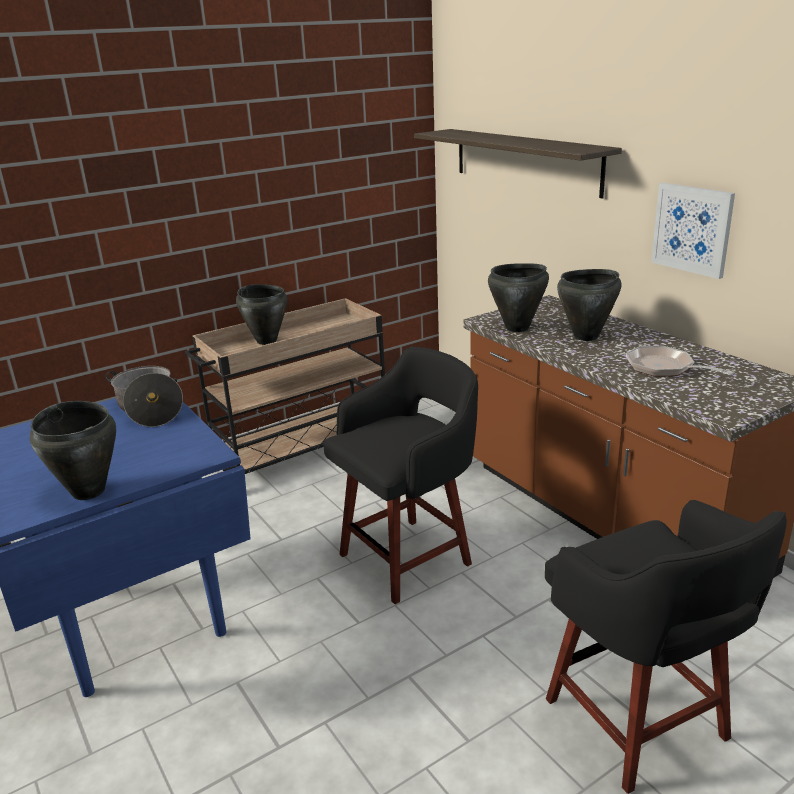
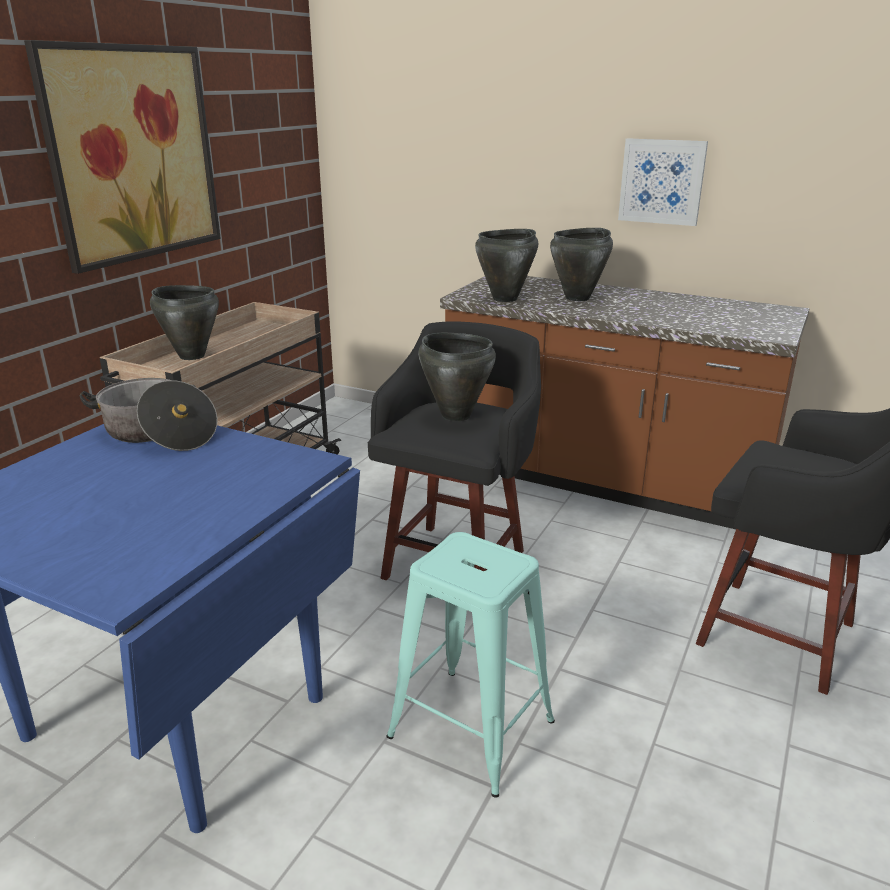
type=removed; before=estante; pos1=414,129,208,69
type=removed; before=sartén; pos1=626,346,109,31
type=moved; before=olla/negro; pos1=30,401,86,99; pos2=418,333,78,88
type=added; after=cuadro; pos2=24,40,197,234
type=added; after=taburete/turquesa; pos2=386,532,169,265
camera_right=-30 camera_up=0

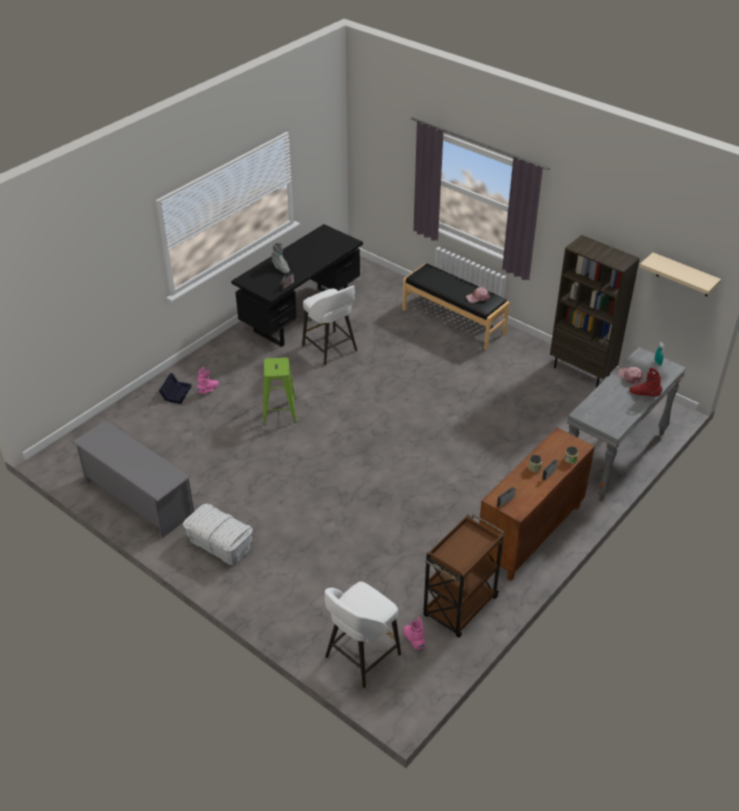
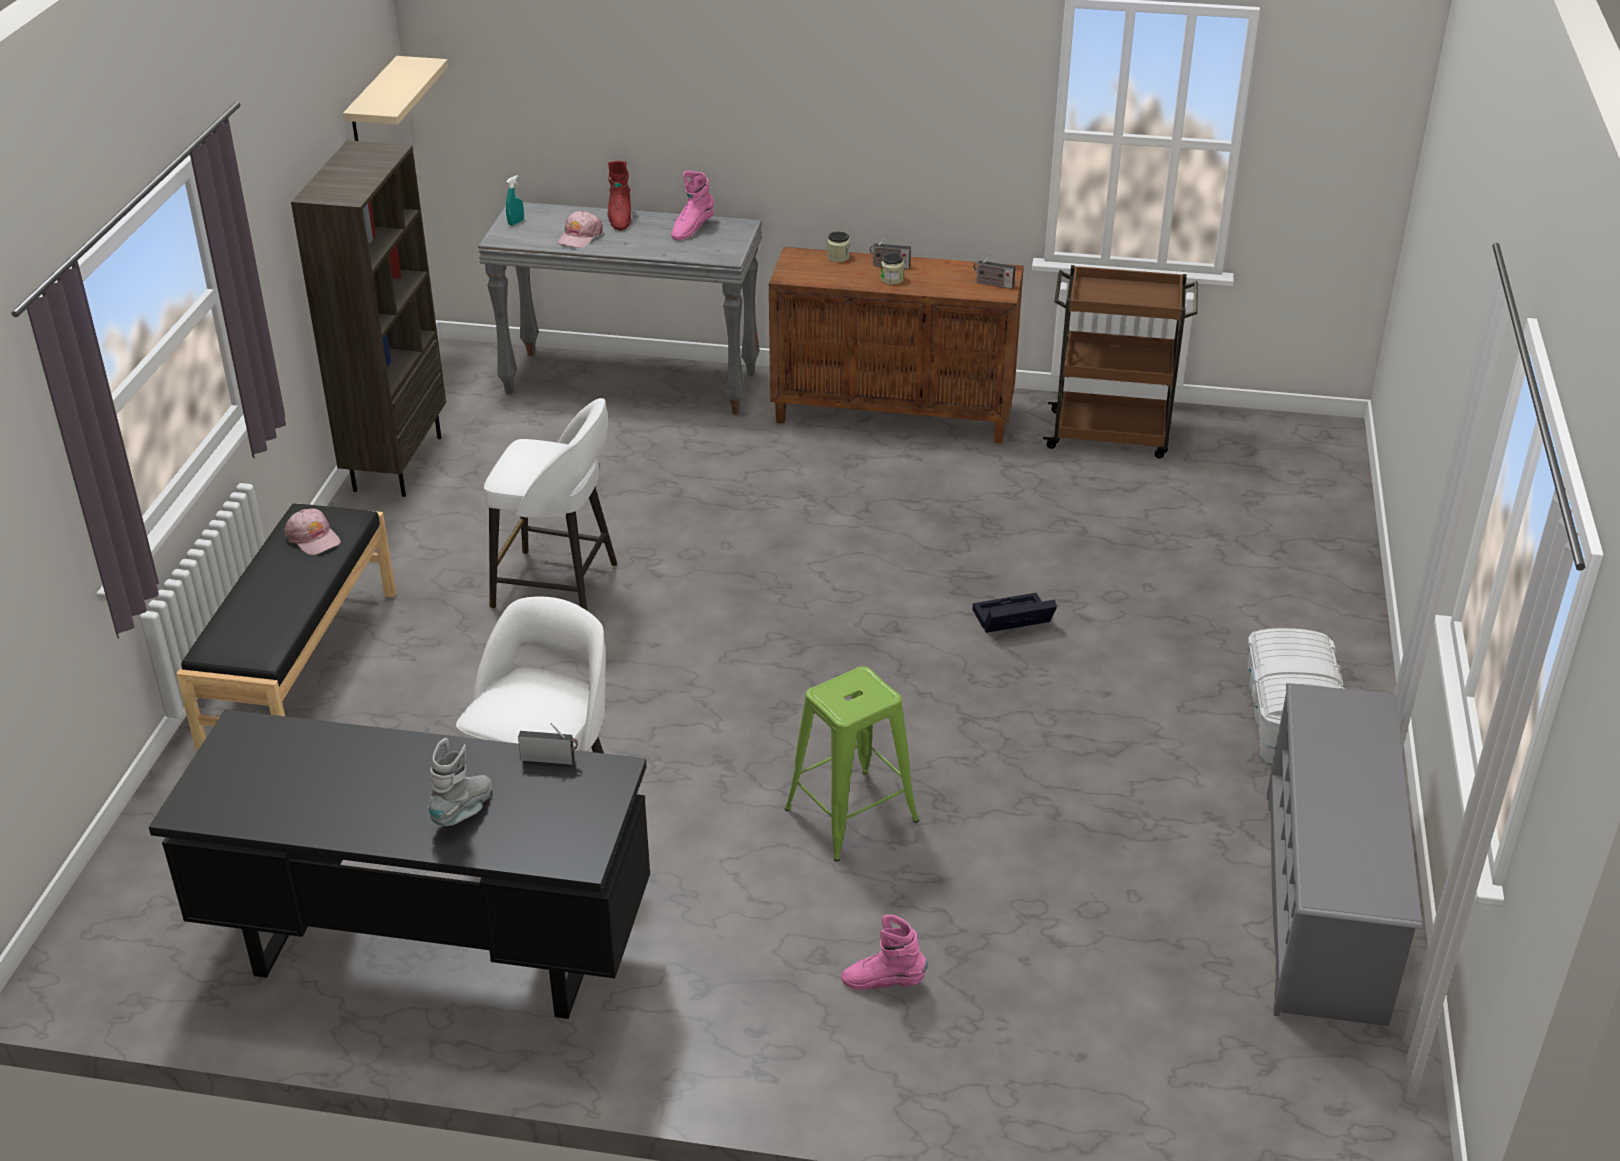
type=moved; before=caja de almacenaje/negro; pos1=159,373,33,31; pos2=972,593,85,40
type=moved; before=taburete/blanco; pos1=325,581,76,107; pos2=484,398,133,212
type=moved; before=bota/rosa; pos1=404,617,21,33; pos2=671,171,43,69
camera_right=-120 camera_up=-5

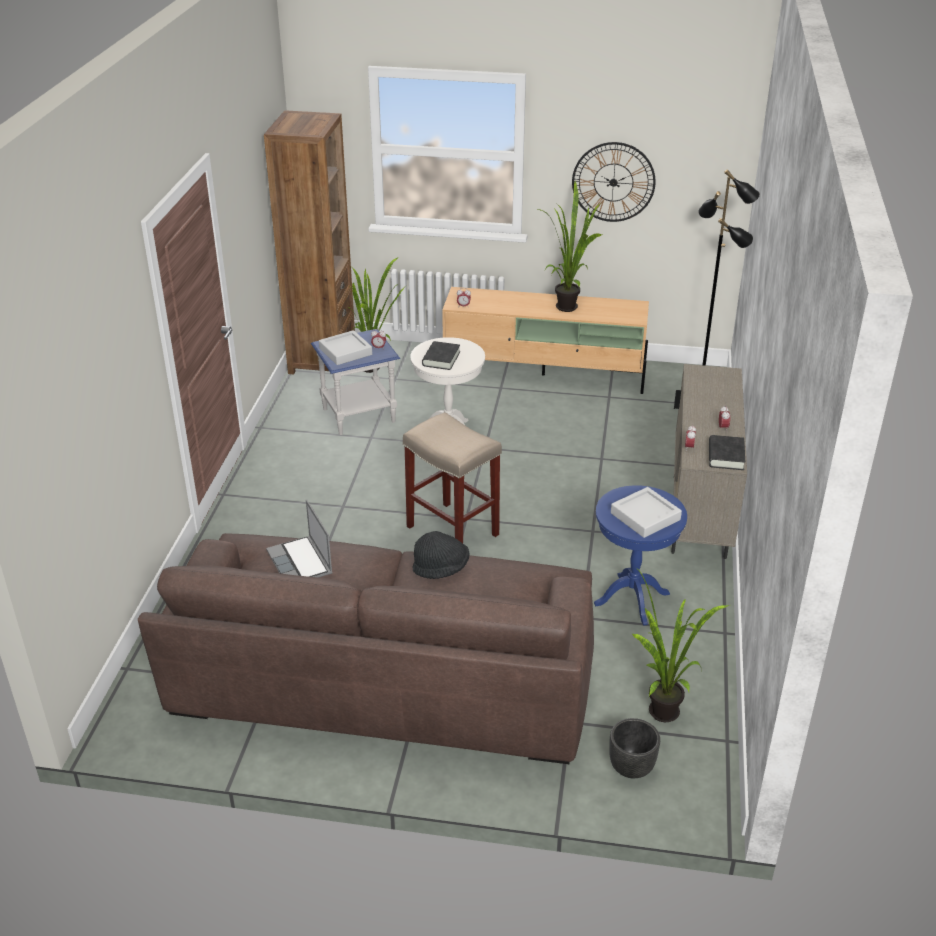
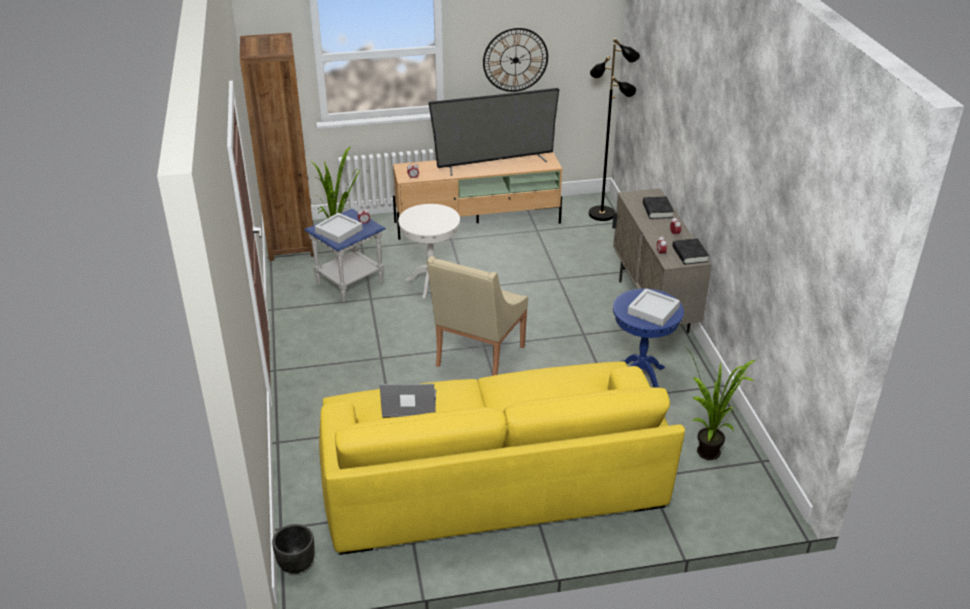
type=replaced; before=planta en maceta; after=televisor; pos1=538,182,64,130; pos2=428,88,131,88
type=moved; before=libro/negro; pos1=422,341,38,29; pos2=643,196,31,23
type=replaced; before=taburete/beis; after=sillón/beis; pos1=403,412,99,131; pos2=427,256,101,120
type=turned; before=portátil; pos1=266,499,67,78; pos2=380,384,56,33; turn=135
type=removed; before=sombrero/negro; pos1=412,531,58,48
type=recoloured; before=sofá/marrón; after=sofá/amarillo; pos1=138,533,456,231; pos2=319,361,366,194
type=moved; before=maceta/negro; pos1=609,718,51,60; pos2=272,524,43,49
camera_right=-20 camera_up=0

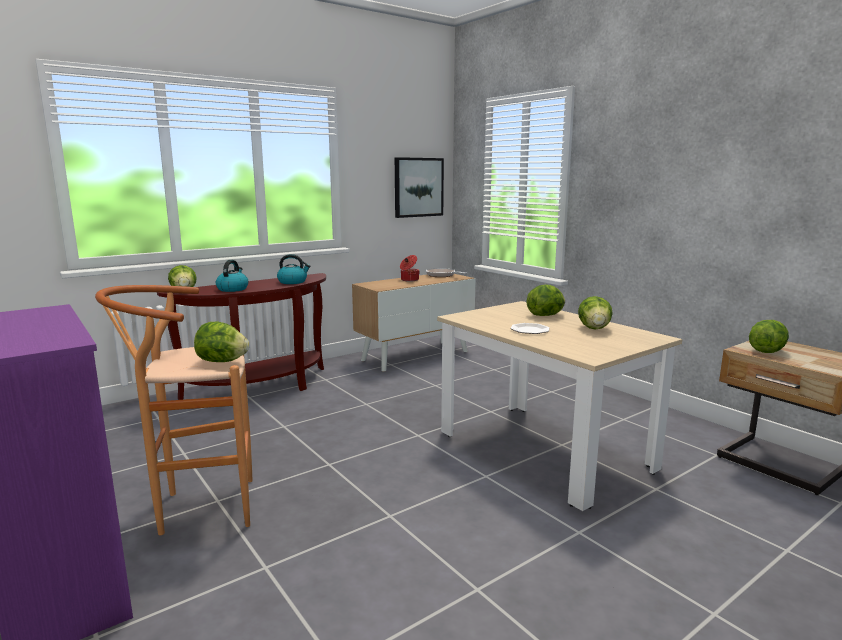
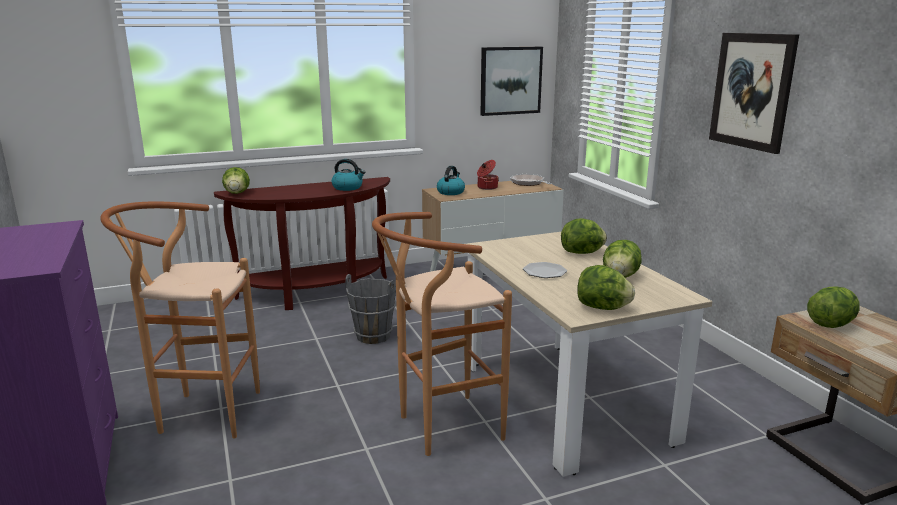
type=moved; before=hervidor; pos1=216,260,32,32; pos2=437,166,28,29
type=moved; before=lechuga; pos1=194,322,55,40; pos2=577,265,58,45
type=added; after=cuadro; pos2=709,33,90,121
type=added; after=taburete/marrón; pos2=372,212,140,244
type=added; after=cubo/gris; pos2=345,274,51,70
camera_right=15 camera_up=5

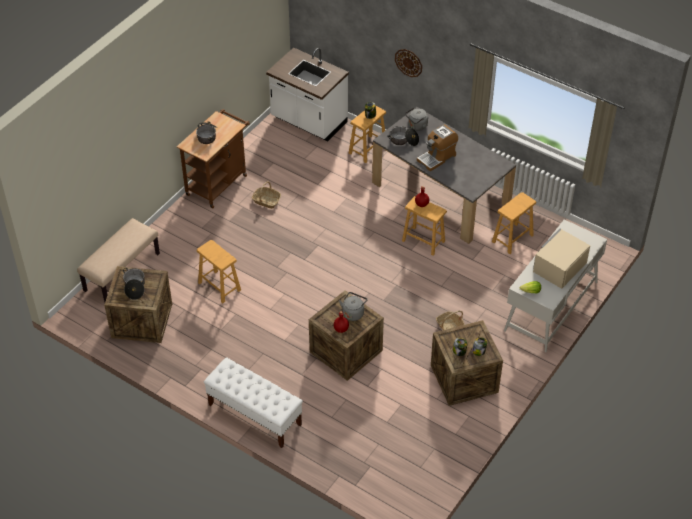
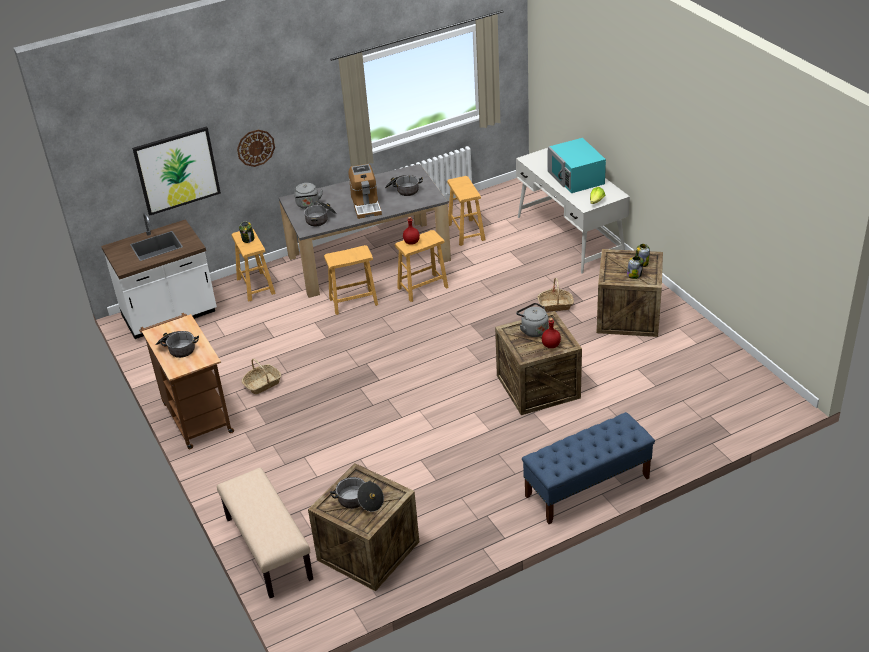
type=recoloured; before=microondas/beis; after=microondas/turquesa; pos1=533,229,57,60; pos2=548,138,58,55
type=moved; before=taburete/marrón; pos1=196,240,45,63; pos2=324,245,54,70
type=recoloured; before=banco/blanco; after=banco/azul; pos1=204,357,99,91; pos2=522,412,133,112
type=added; after=cuadro; pos2=132,126,89,90
type=added; after=olla; pos2=385,175,38,21
camera_right=-60 camera_up=-10

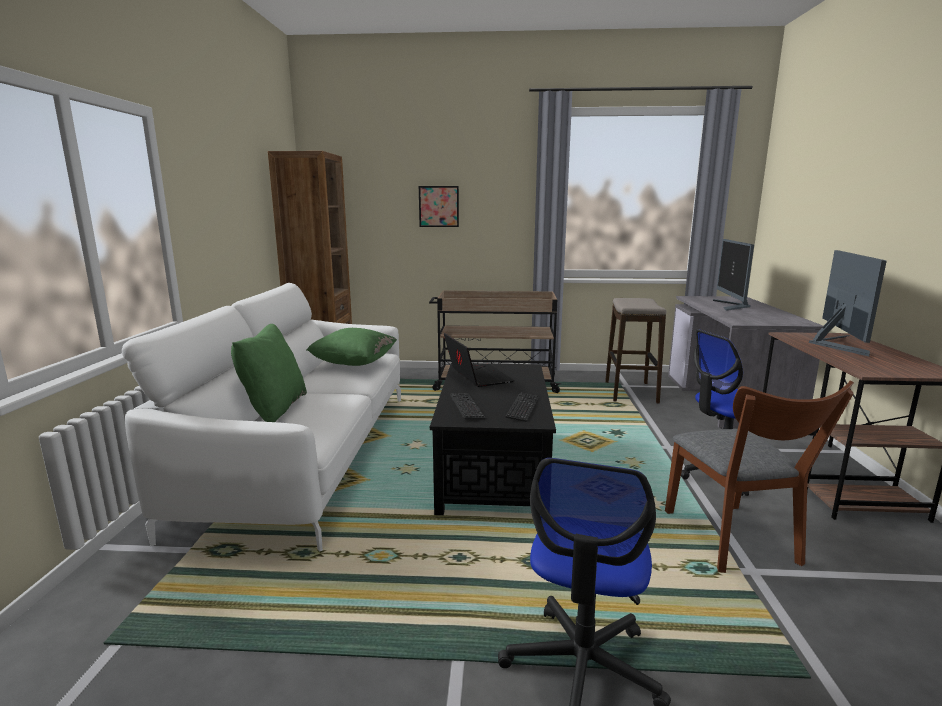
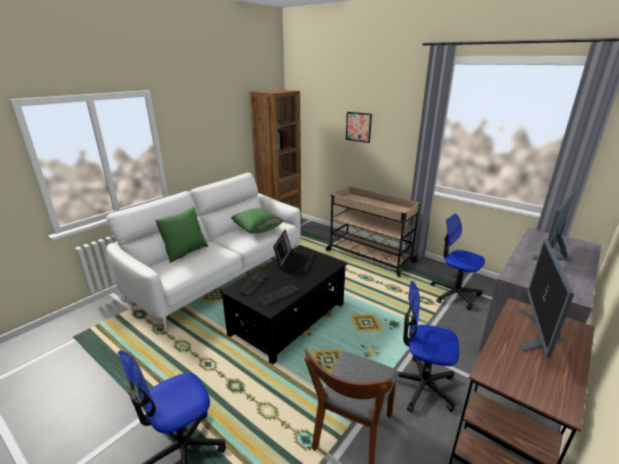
type=turned; before=monitor; pos1=809,250,78,106; pos2=519,239,55,119; turn=150
type=replaced; before=taburete; after=silla de oficina; pos1=605,298,62,106; pos2=430,214,55,96
camera_right=35 camera_up=10

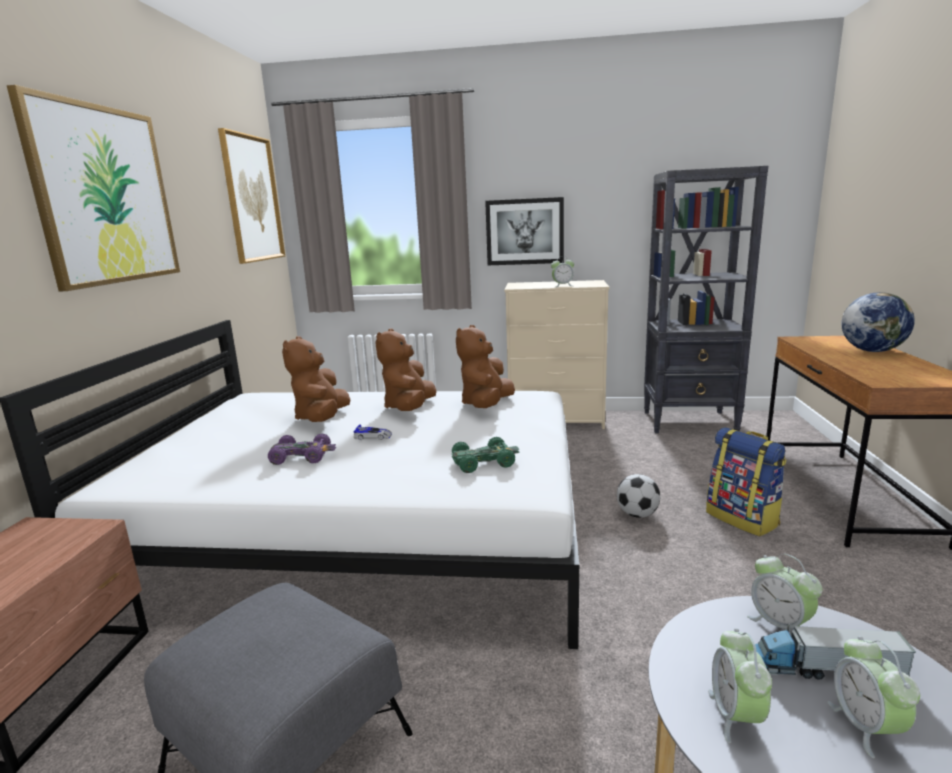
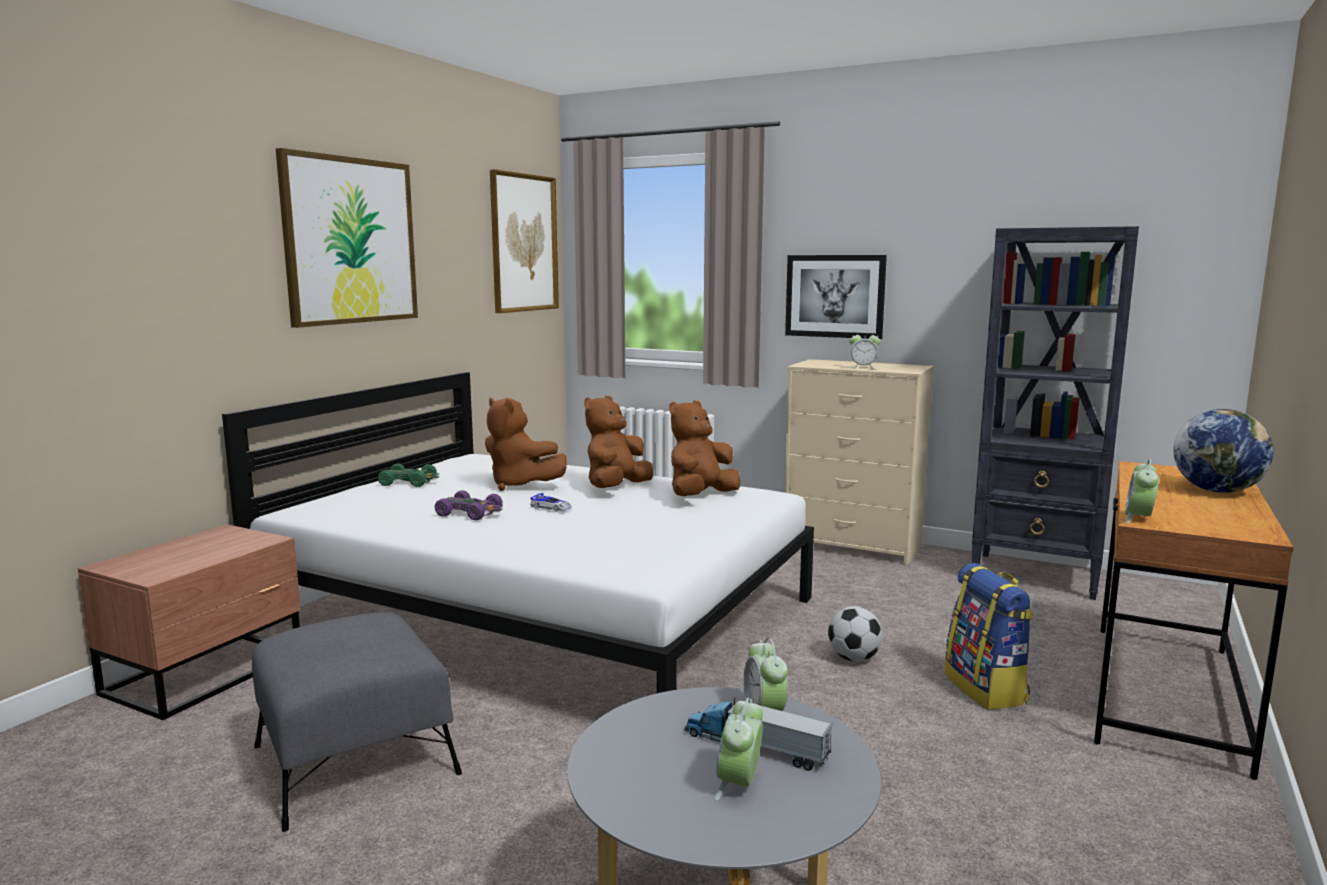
type=turned; before=peluche/marrón; pos1=282,336,68,86; pos2=485,398,82,93; turn=-75
type=moved; before=coche de juguete/verde; pos1=452,437,67,36; pos2=378,463,62,24
type=moved; before=despertador; pos1=708,628,64,115; pos2=1124,459,35,64
camera_right=20 camera_up=-5

